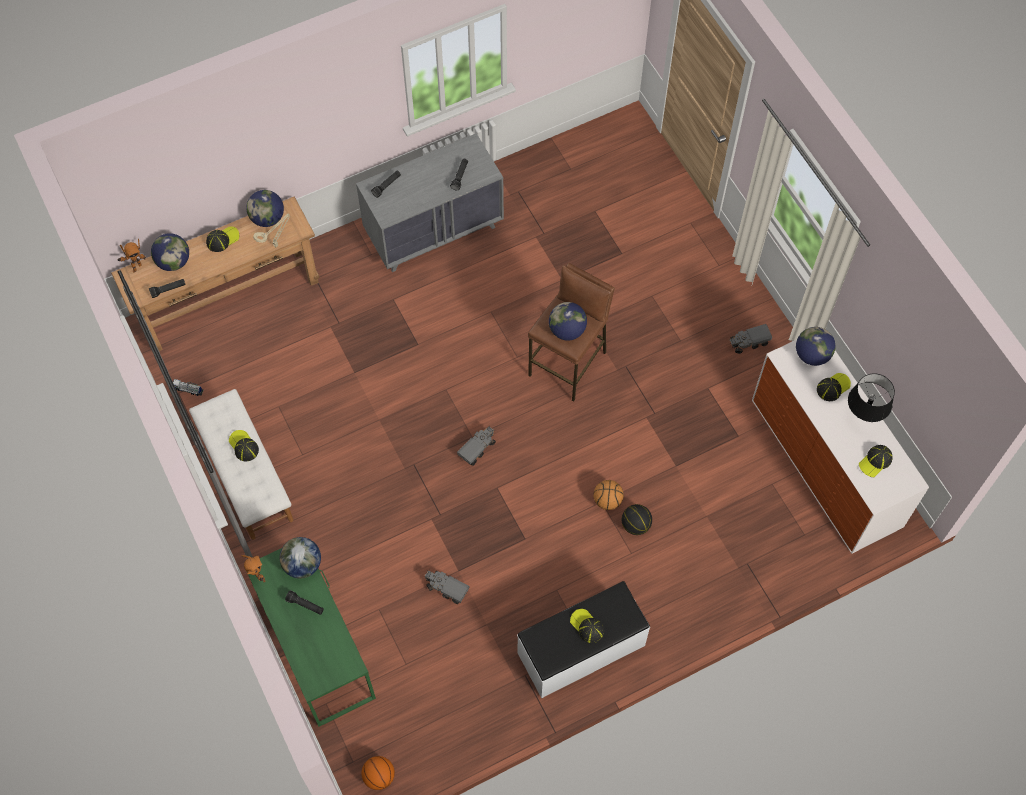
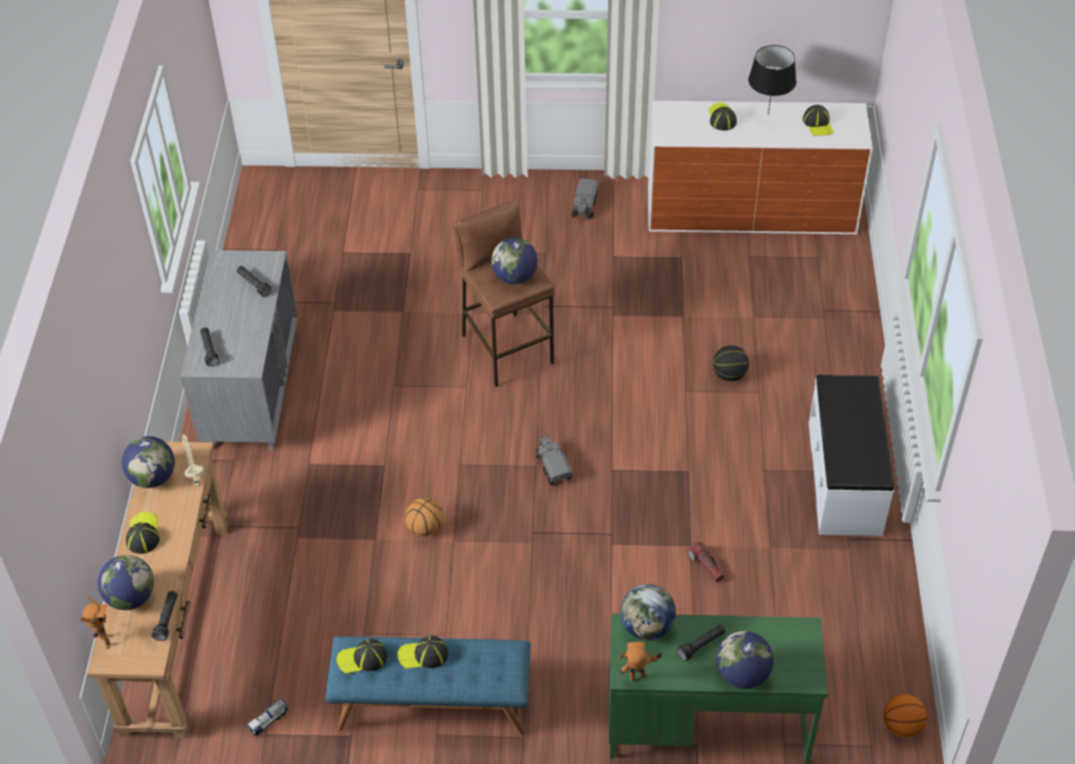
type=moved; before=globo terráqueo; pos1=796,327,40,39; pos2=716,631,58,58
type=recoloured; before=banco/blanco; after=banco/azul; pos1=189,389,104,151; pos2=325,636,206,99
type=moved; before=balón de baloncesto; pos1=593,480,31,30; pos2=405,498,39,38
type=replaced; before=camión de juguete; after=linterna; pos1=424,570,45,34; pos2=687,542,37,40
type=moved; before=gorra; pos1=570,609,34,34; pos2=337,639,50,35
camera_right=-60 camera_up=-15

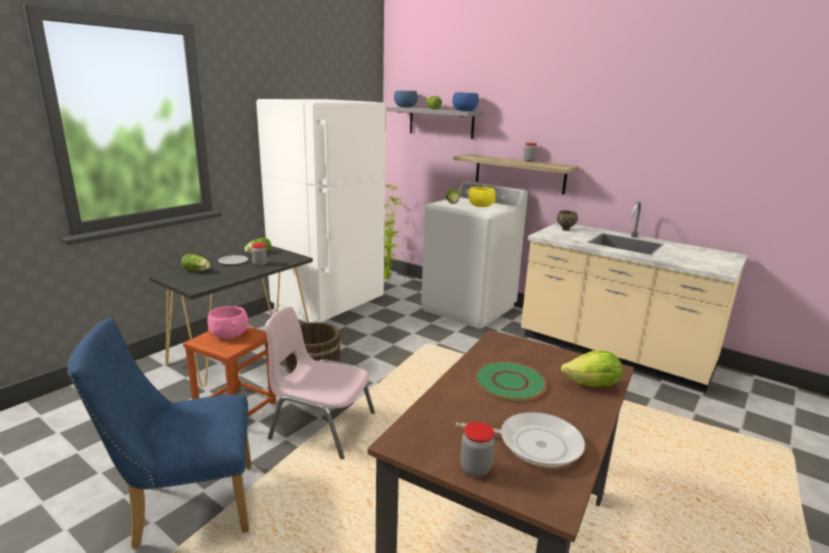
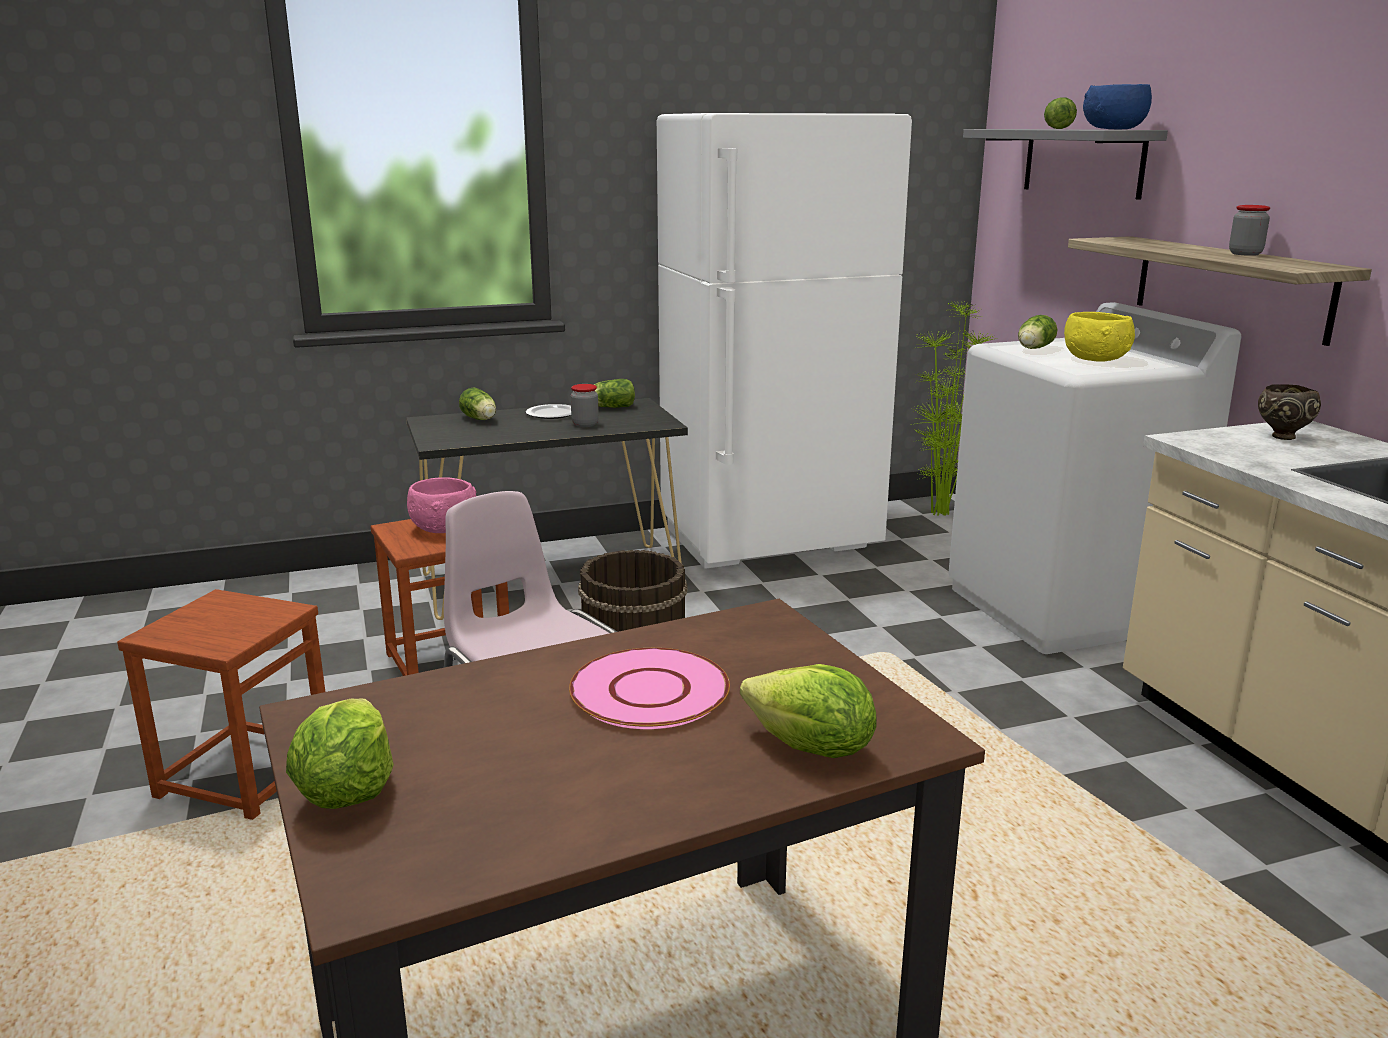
type=removed; before=cuenco/azul; pos1=394,90,24,17
type=replaced; before=silla/azul; after=taburete/marrón; pos1=67,318,184,231; pos2=117,589,208,231
type=recoloured; before=plato/verde; after=plato/rosa; pos1=475,361,72,40; pos2=569,648,161,81
type=removed; before=sartén; pos1=456,412,129,55
type=replaced; before=tarro; after=lechuga; pos1=460,422,35,55; pos2=286,698,108,111
camera_right=35 camera_up=0

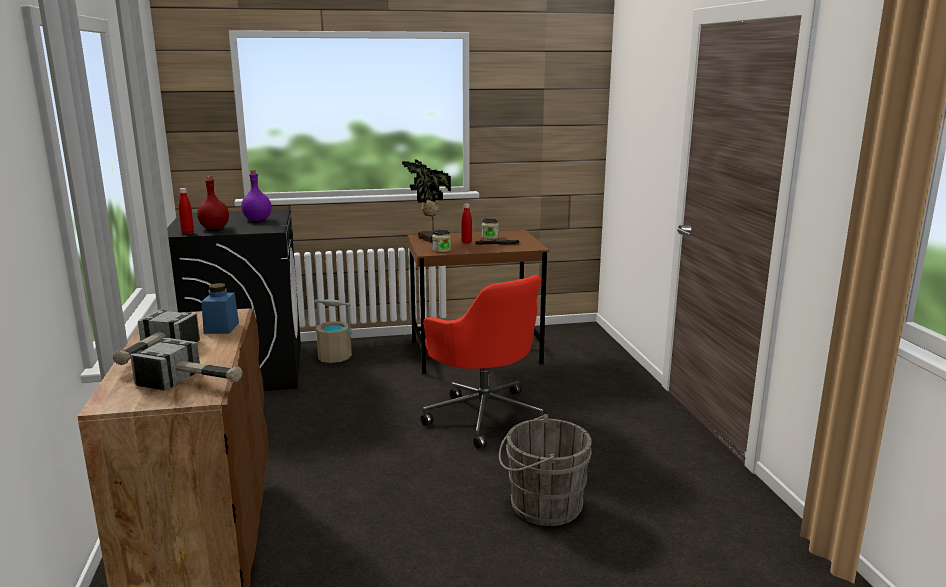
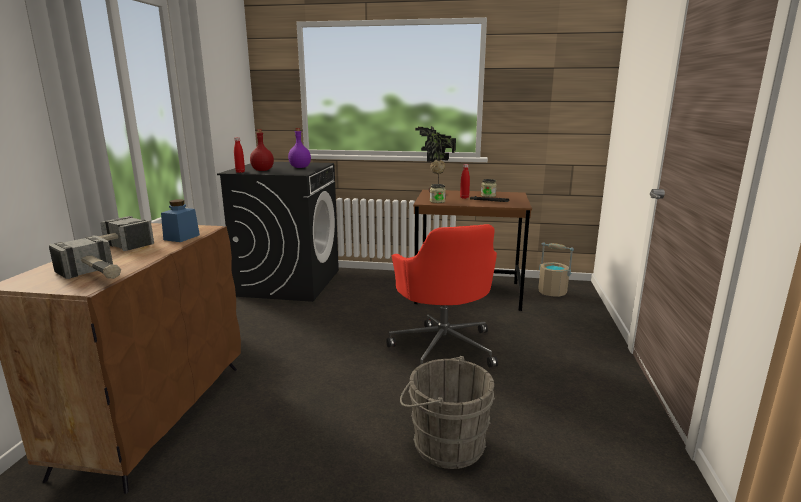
type=moved; before=cubo/beis; pos1=314,299,38,64; pos2=538,242,36,55
camera_right=20 camera_up=0

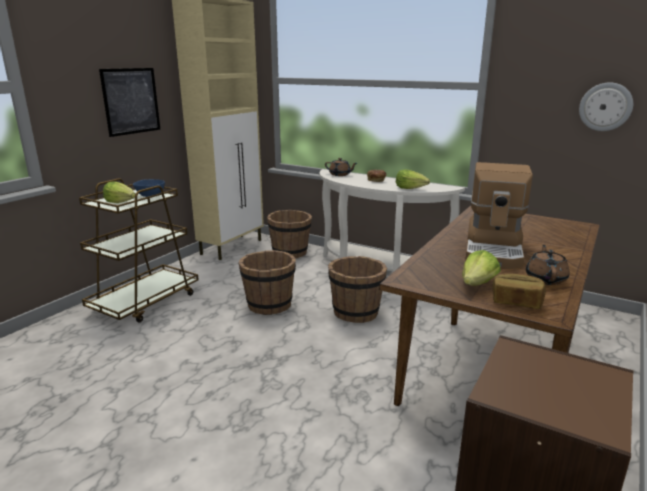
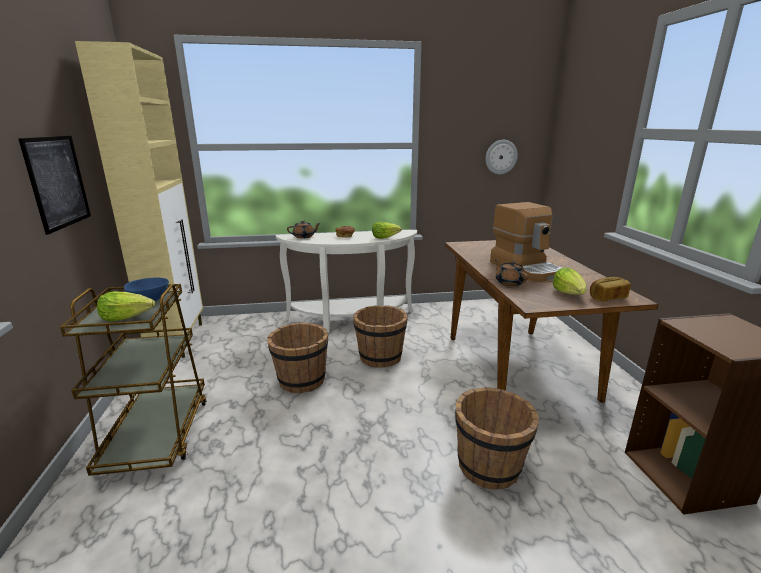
type=moved; before=cubo/marrón; pos1=267,210,45,48; pos2=455,387,84,103
type=moved; before=tetera/marrón; pos1=526,245,43,40; pos2=495,260,33,26
camera_right=-40 camera_up=0

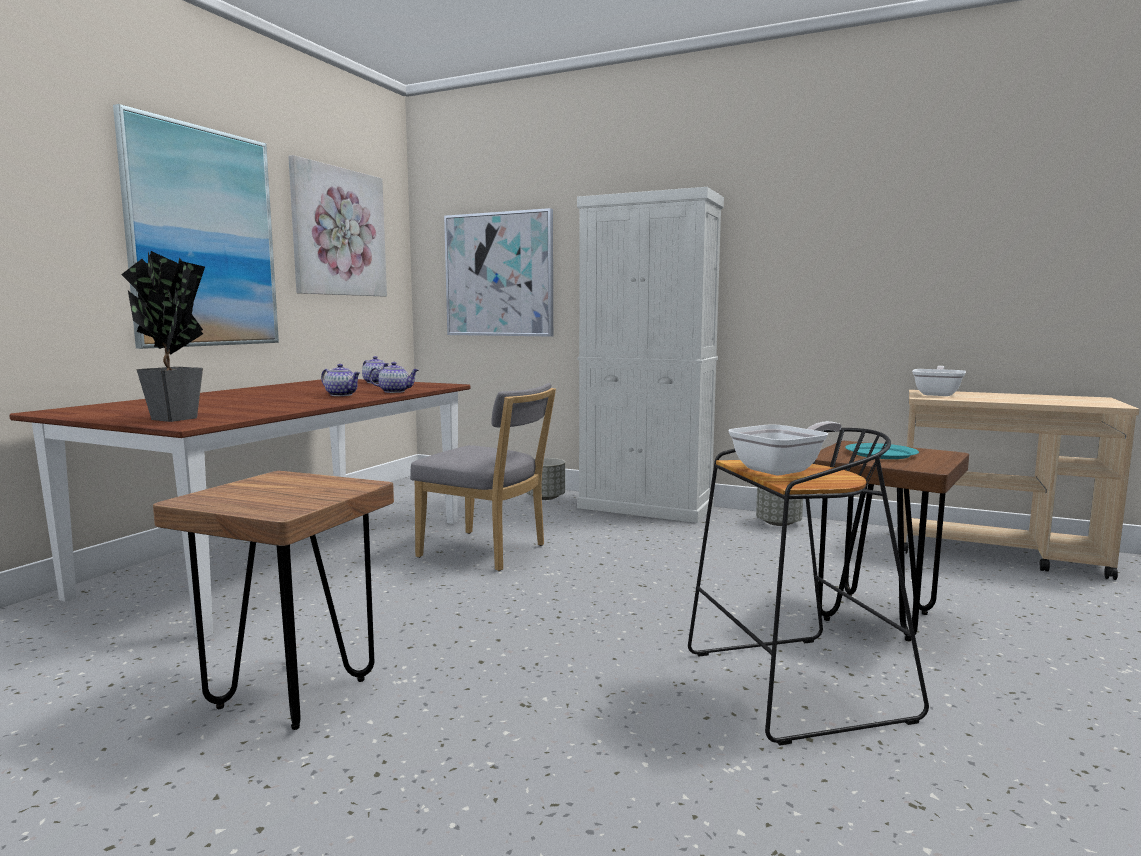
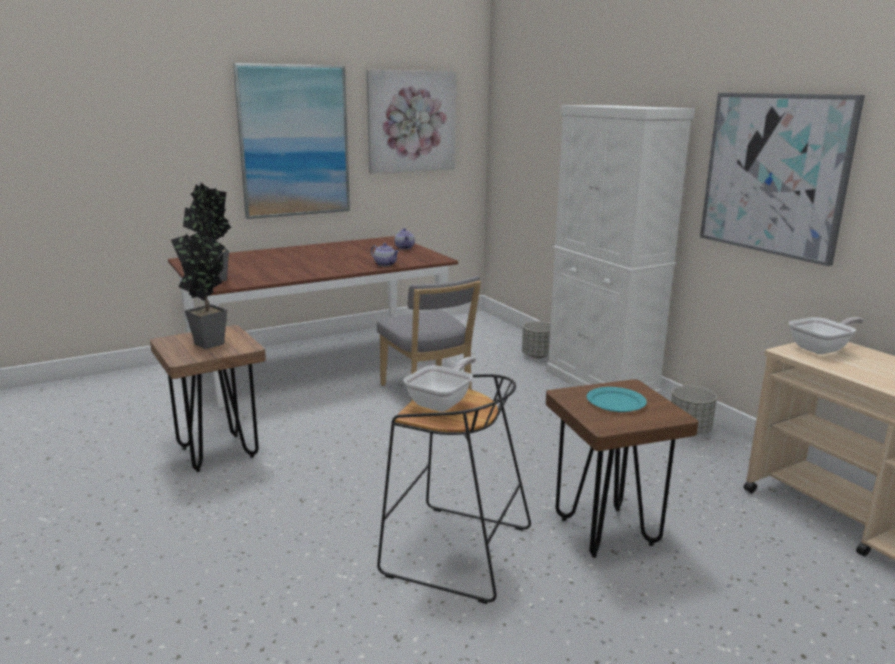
type=moved; before=cuadro; pos1=444,208,109,128; pos2=700,93,165,173
type=removed; before=tetera; pos1=321,364,39,32
type=turned; before=sartén; pos1=728,421,114,55; pos2=404,357,72,55; turn=-60
type=added; after=planta en maceta; pos2=171,230,56,119
camera_right=35 camera_up=10

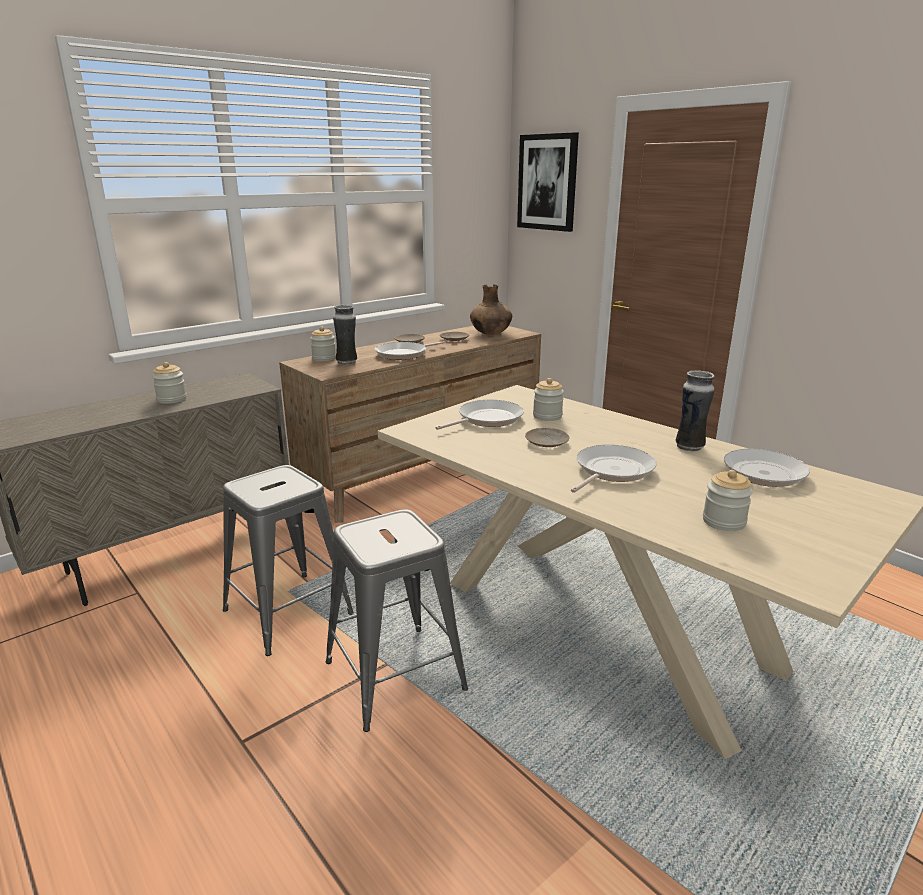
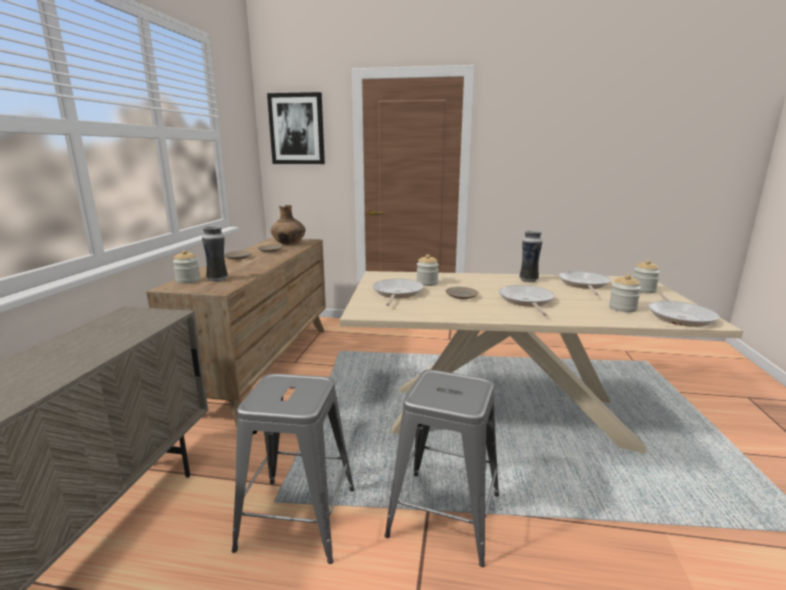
type=moved; before=sartén; pos1=375,341,70,19; pos2=649,293,71,34
type=moved; before=tarro; pos1=152,362,35,42; pos2=633,260,27,34
camera_right=-40 camera_up=-5

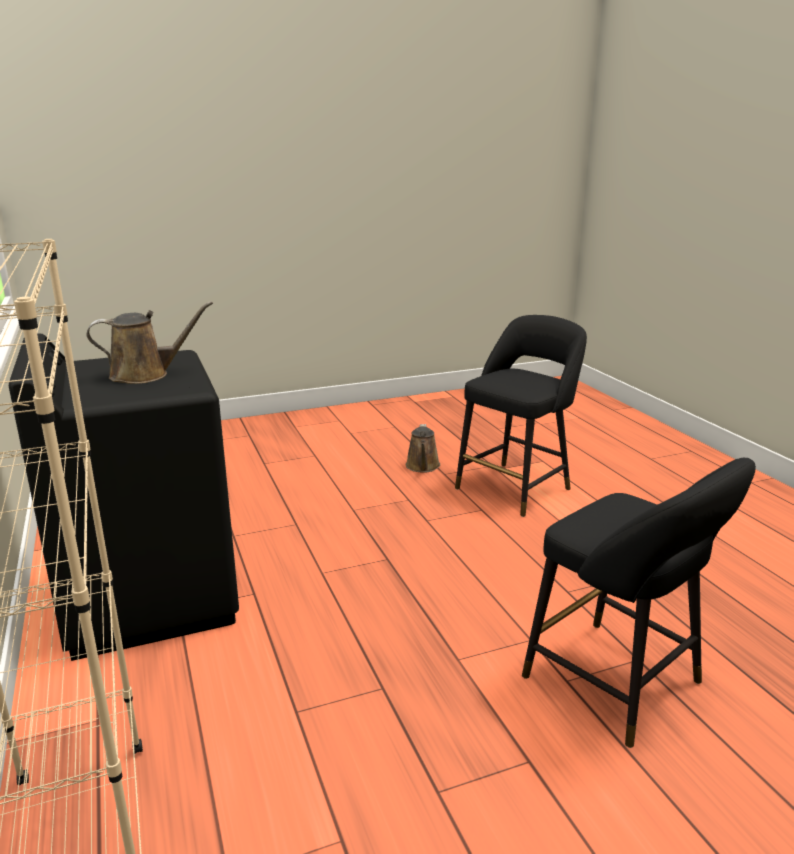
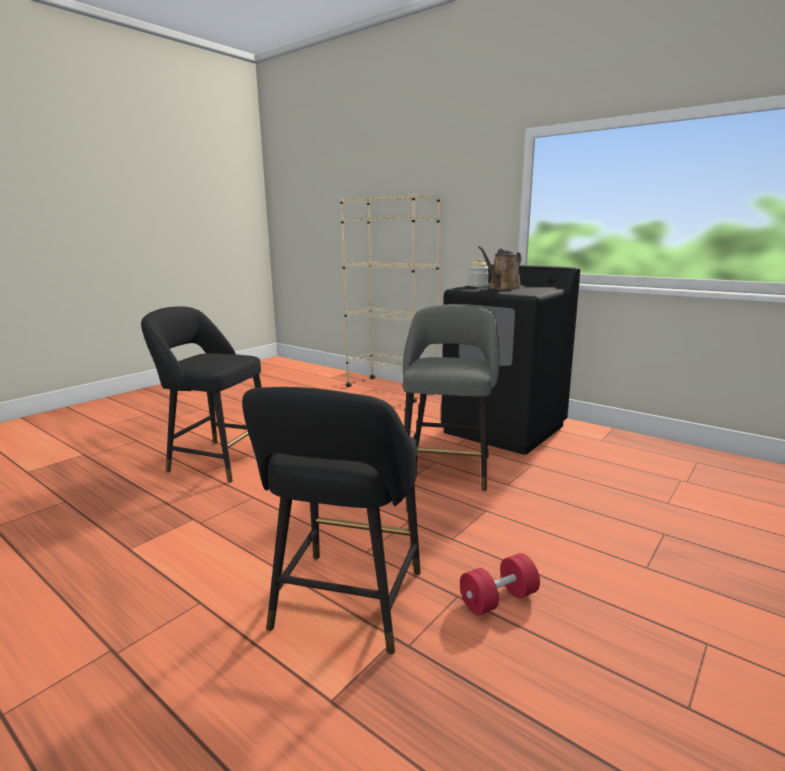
type=replaced; before=regadera/marrón; after=mancuerna/rojo; pos1=406,424,34,49; pos2=460,553,80,62
type=added; after=tarro; pos2=468,259,21,28
type=added; after=taburete/gris; pos2=403,304,97,188
camera_right=150 camera_up=-5

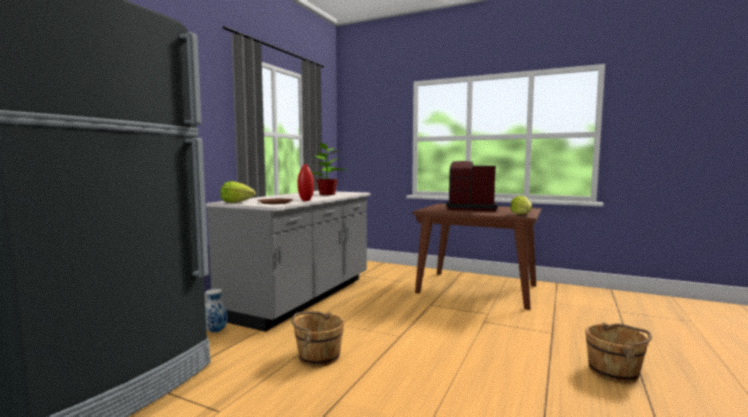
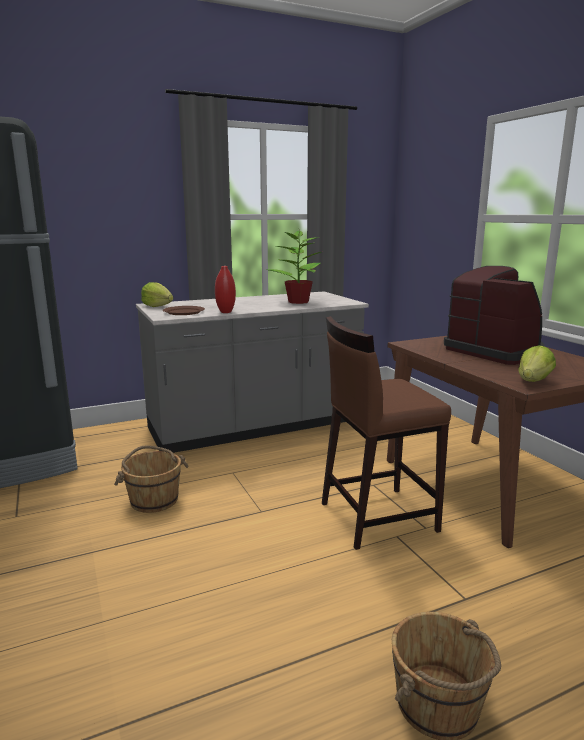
type=removed; before=florero; pos1=205,289,23,44
type=added; after=taburete/marrón; pos2=322,316,129,234
camera_right=40 camera_up=10

